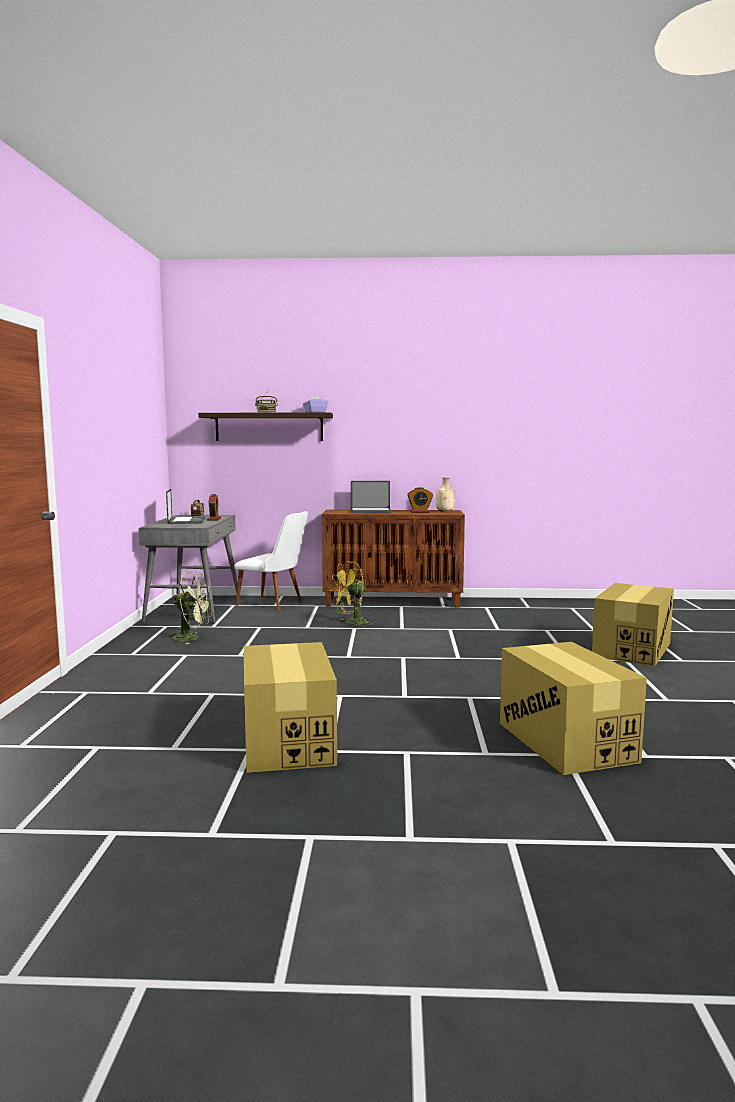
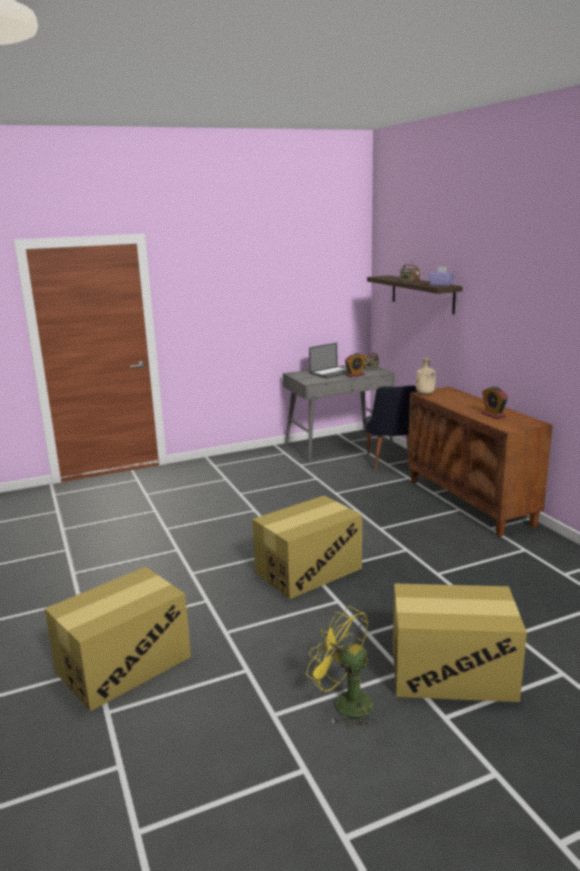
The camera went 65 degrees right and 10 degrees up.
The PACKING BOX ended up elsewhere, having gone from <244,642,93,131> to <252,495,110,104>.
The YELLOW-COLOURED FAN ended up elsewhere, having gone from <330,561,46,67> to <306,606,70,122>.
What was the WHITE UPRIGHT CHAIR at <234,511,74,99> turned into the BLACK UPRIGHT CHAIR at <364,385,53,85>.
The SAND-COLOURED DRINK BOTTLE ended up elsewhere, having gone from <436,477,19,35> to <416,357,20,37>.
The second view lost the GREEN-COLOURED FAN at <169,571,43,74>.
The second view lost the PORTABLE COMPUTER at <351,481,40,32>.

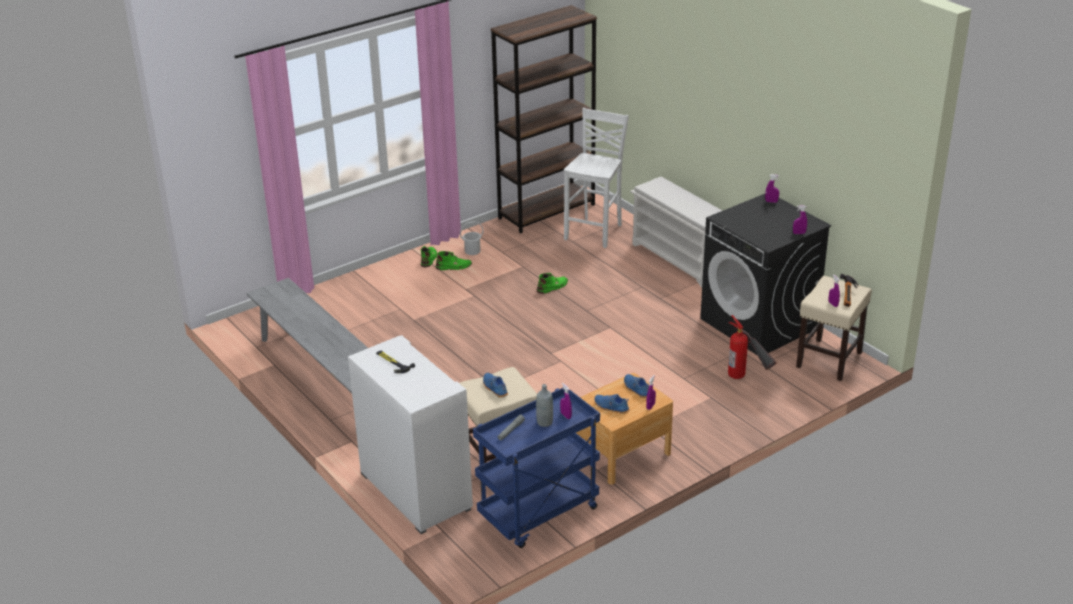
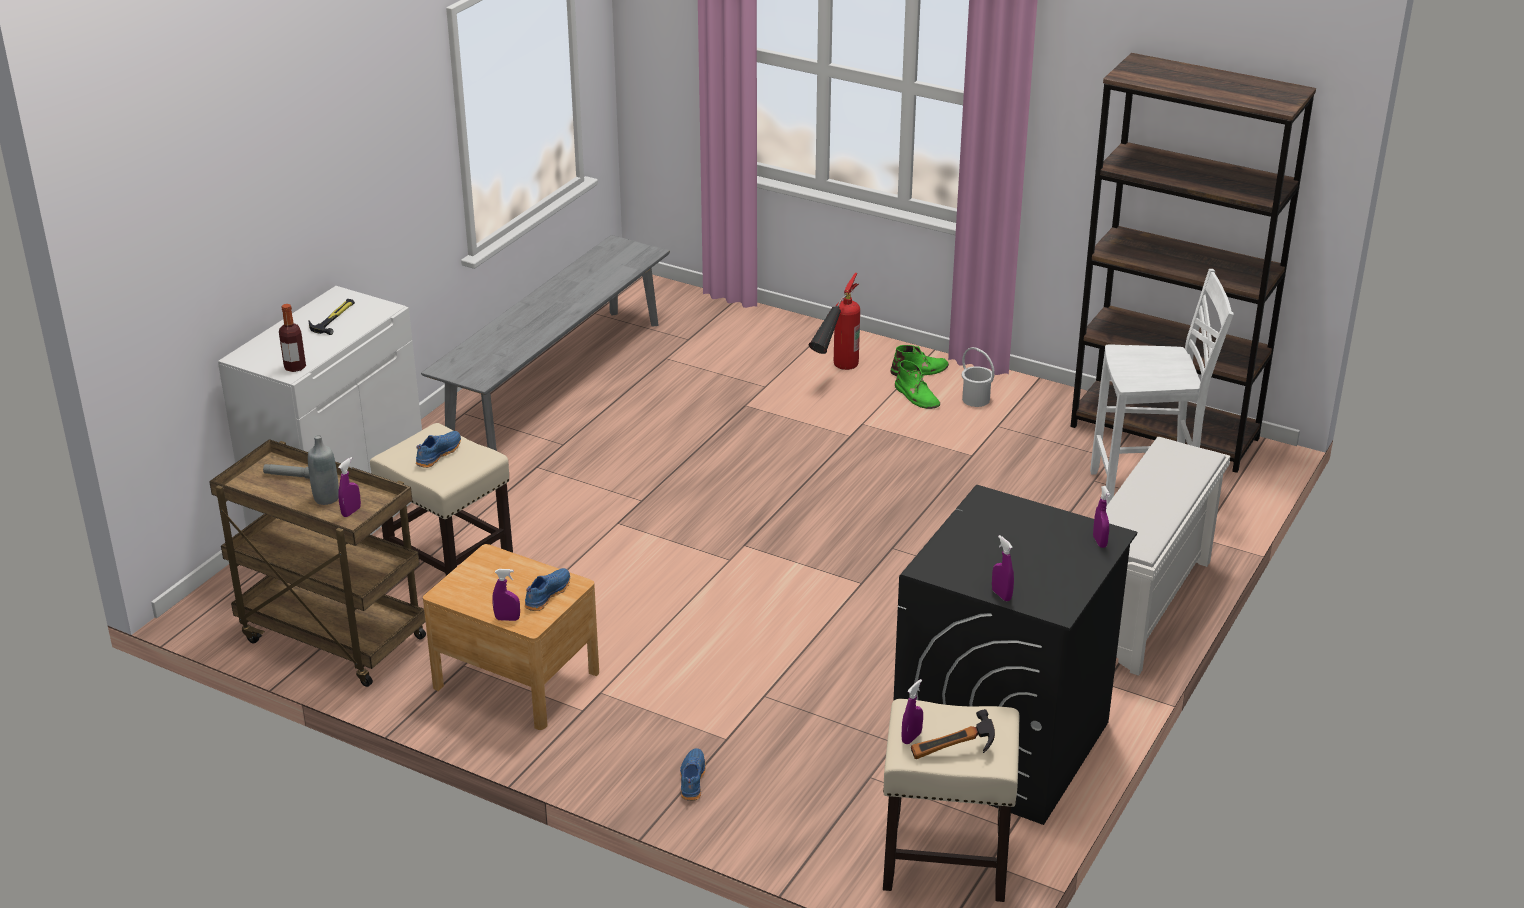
The camera went 65 degrees right and 0 degrees up.
What was the BLUE-COLOURED CART at <473,388,127,160> turned into the BROWN CART at <209,439,217,248>.
The second view gained the DRINK BOTTLE at <279,304,27,68>.
The BLUE-COLOURED LOW SHOE ended up elsewhere, having gone from <594,394,35,20> to <680,748,26,53>.
The FIRE EXTINGUISHER ended up elsewhere, having gone from <728,315,49,64> to <809,273,51,97>.
The second view lost the GREEN-COLOURED BOOT at <537,273,31,21>.

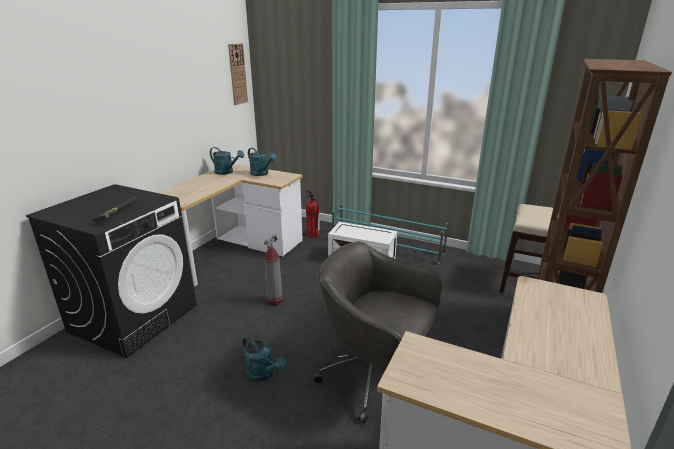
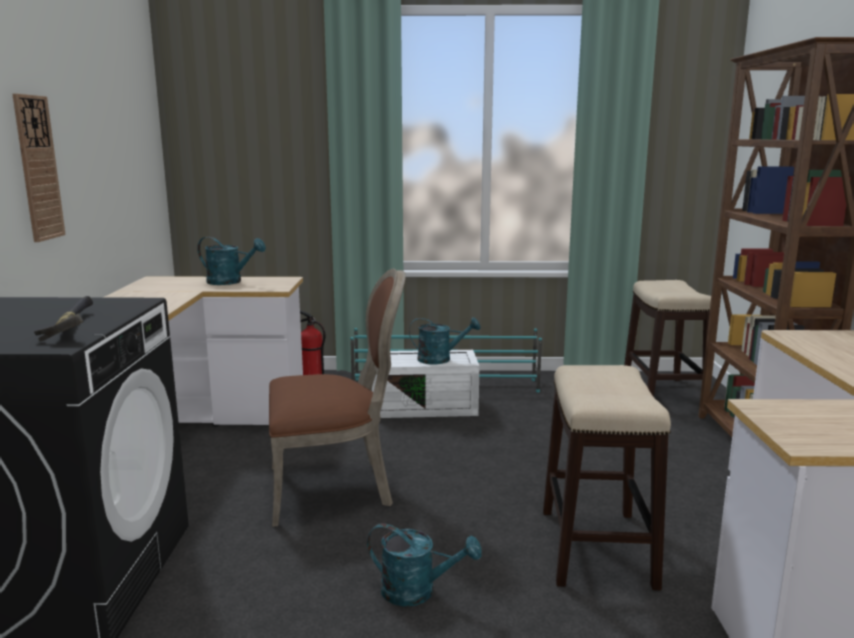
The camera went 25 degrees left and 10 degrees down.
The CLOCK ON THE WALL ended up elsewhere, having gone from <228,43,20,62> to <12,94,54,148>.
Where the FIRE EXTINGUISHER stood at <264,234,19,72>, the BROWN UPRIGHT CHAIR came to stand at <269,269,137,258>.
The TURQUOISE-COLOURED WATERING CAN ended up elsewhere, having gone from <210,147,34,28> to <409,317,71,47>.
Where the GREY DESK CHAIR stood at <313,242,129,182>, the SITTING STOOL came to stand at <543,365,128,226>.

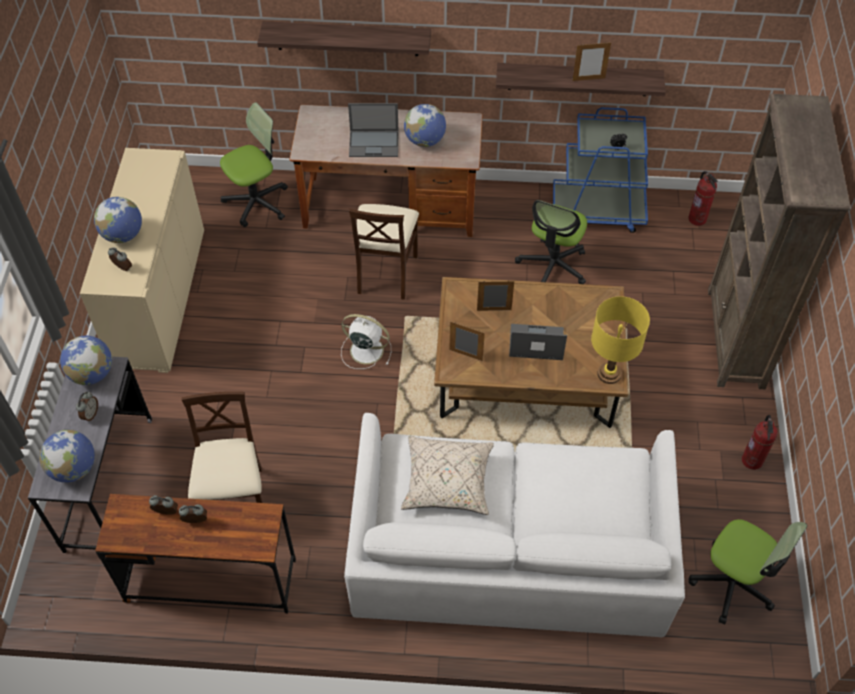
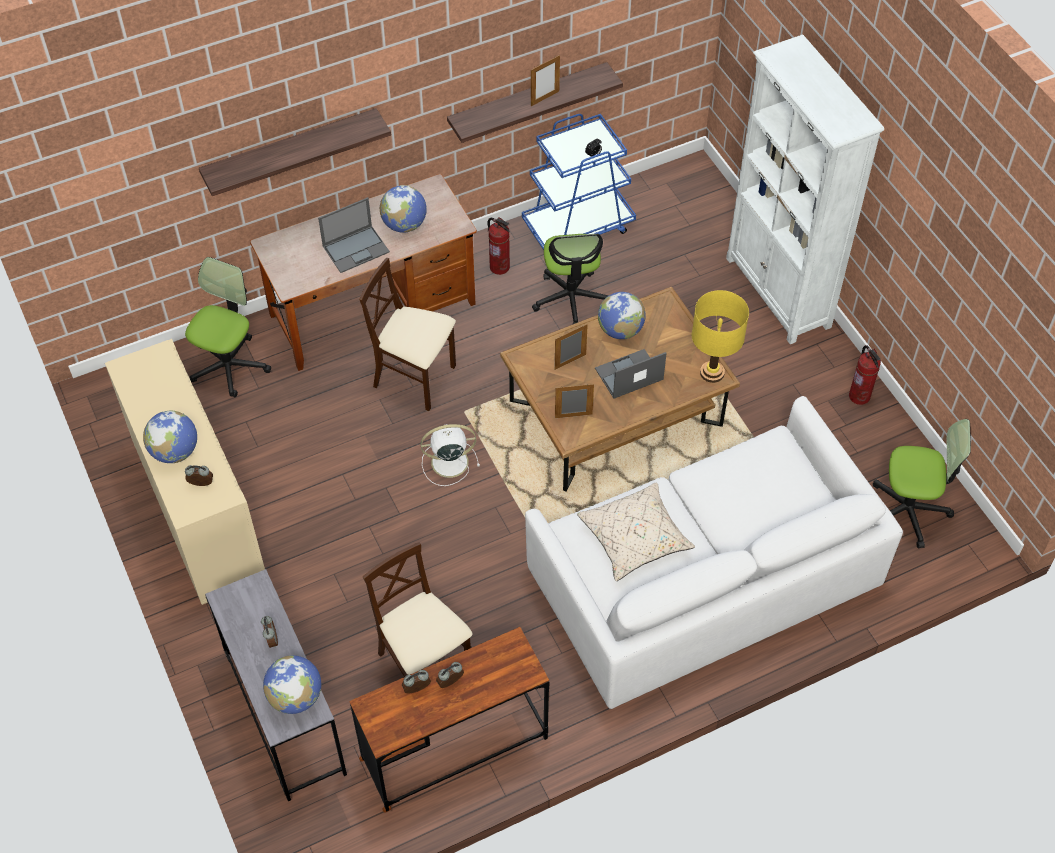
The camera went 30 degrees left and 0 degrees up.
The SAND-COLOURED UPRIGHT CHAIR at <349,204,70,96> ended up facing another way, 135 degrees clockwise from before.
The FIRE EXTINGUISHER ended up elsewhere, having gone from <688,171,30,55> to <487,217,23,58>.
The DESK GLOBE ended up elsewhere, having gone from <60,336,52,49> to <598,292,48,47>.
What was the BROWN BOOKCASE at <708,94,143,295> turned into the WHITE BOOKCASE at <726,34,158,310>.

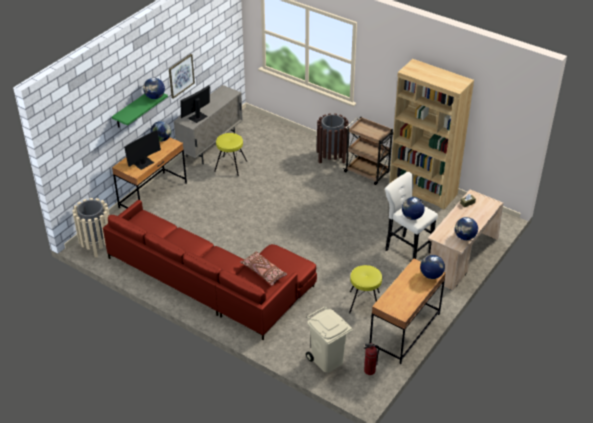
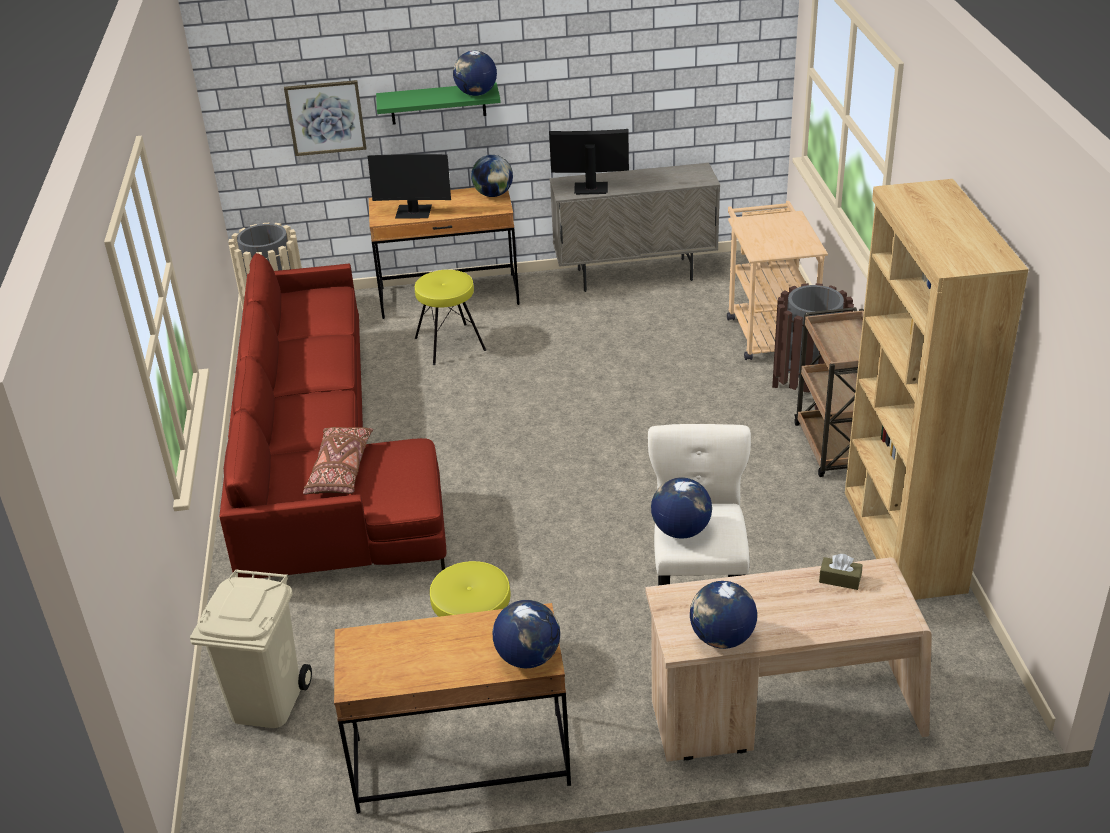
The camera went 50 degrees right and 5 degrees down.
The WALL ART ended up elsewhere, having gone from <169,54,26,45> to <284,80,82,76>.
The YELLOW-COLOURED SITTING STOOL ended up elsewhere, having gone from <214,133,33,44> to <415,270,71,95>.
The second view gained the SAND-COLOURED CART at <727,201,101,159>.
The second view lost the FIRE EXTINGUISHER at <364,343,16,32>.

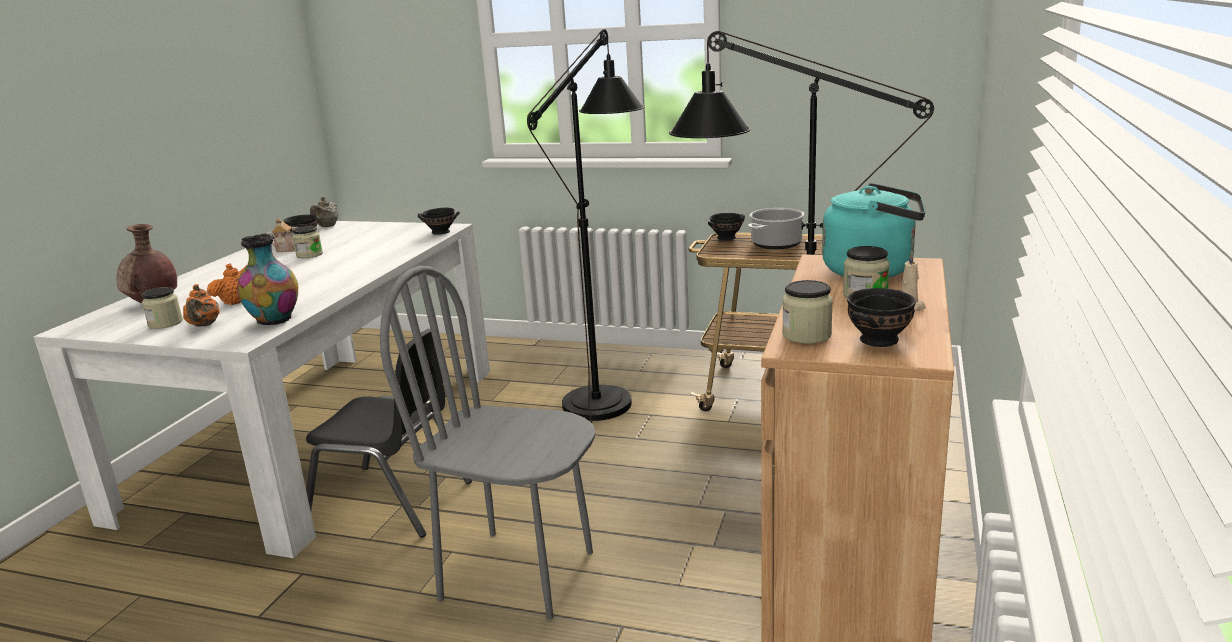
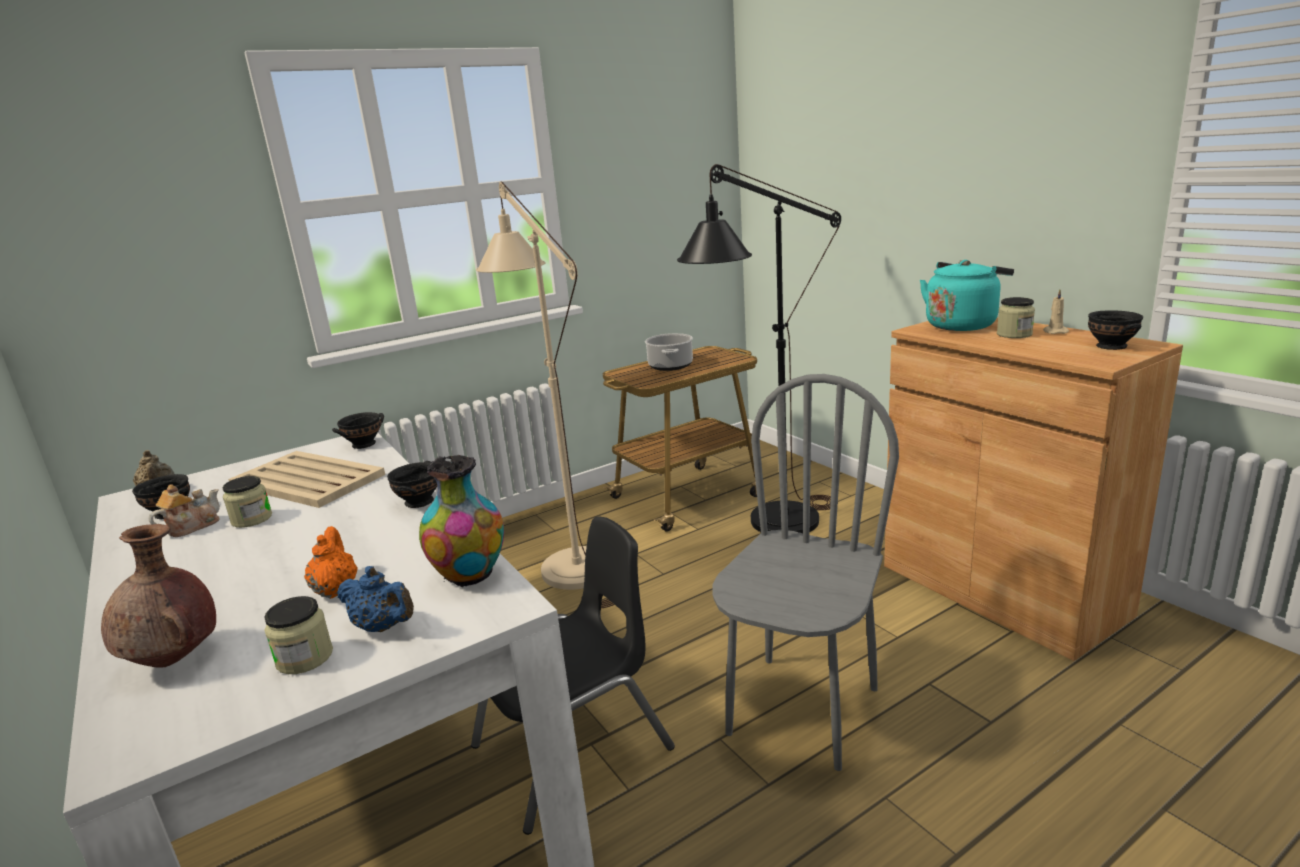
The camera went 50 degrees left and 0 degrees up.
The second view gained the SAND-COLOURED TRAY at <228,451,157,57>.
What was the ORANGEY POT FOR TEA at <183,284,37,43> turned into the BLUE-COLOURED POT FOR TEA at <337,566,77,66>.
The BLACK DEEP DISH ended up elsewhere, having gone from <708,213,37,27> to <387,461,50,47>.
What was the BLACK FLOOR LAMP at <527,29,117,394> turned into the SAND-COLOURED FLOOR LAMP at <476,181,139,427>.
The GREY UPRIGHT CHAIR at <380,266,216,354> ended up facing another way, 150 degrees clockwise from before.
The second view lost the JAR at <782,280,51,64>.

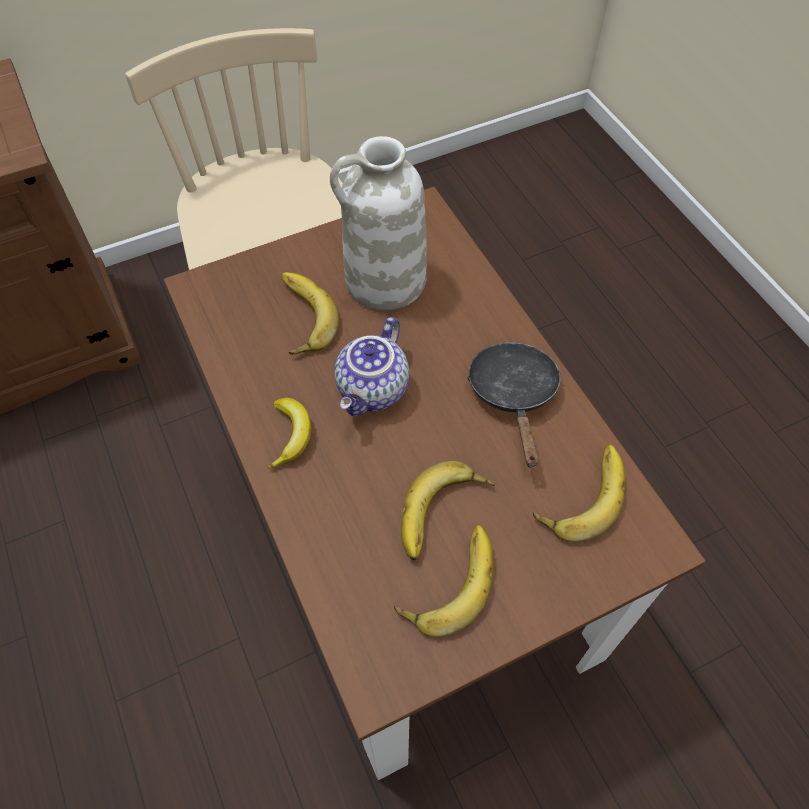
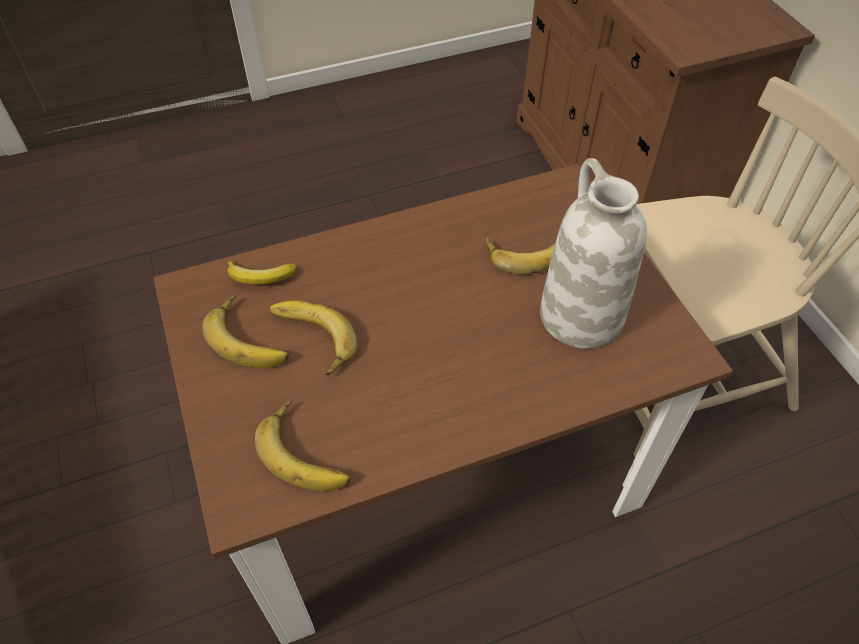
The camera went 95 degrees right and 5 degrees down.
The WHOLE BANANA ended up elsewhere, having gone from <268,398,43,71> to <227,260,69,24>.
The second view lost the POT FOR TEA at <335,317,74,99>.
The second view lost the BLACK FRYING PAN at <467,342,94,126>.

